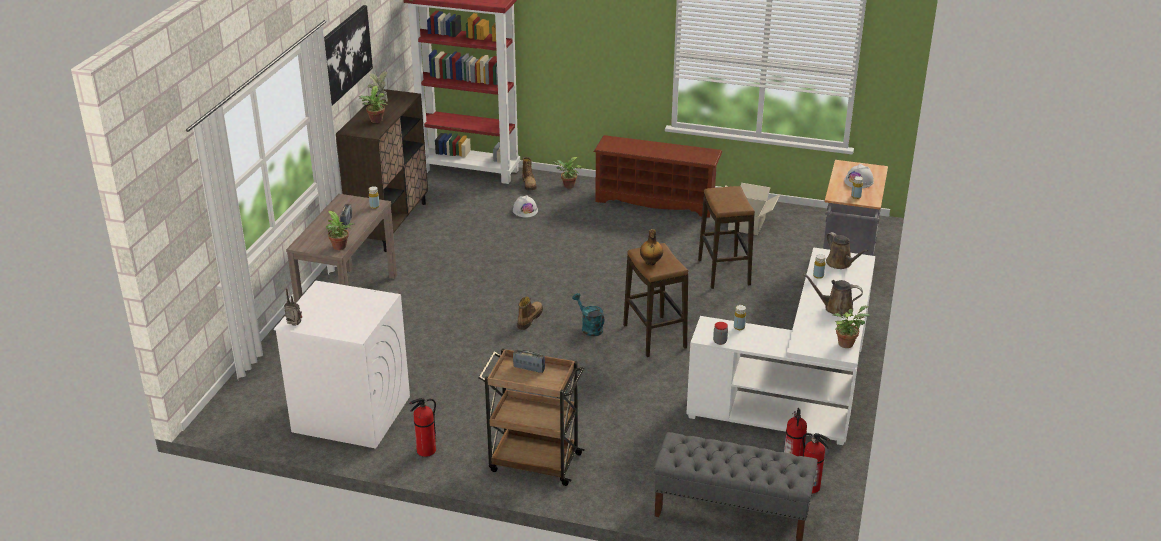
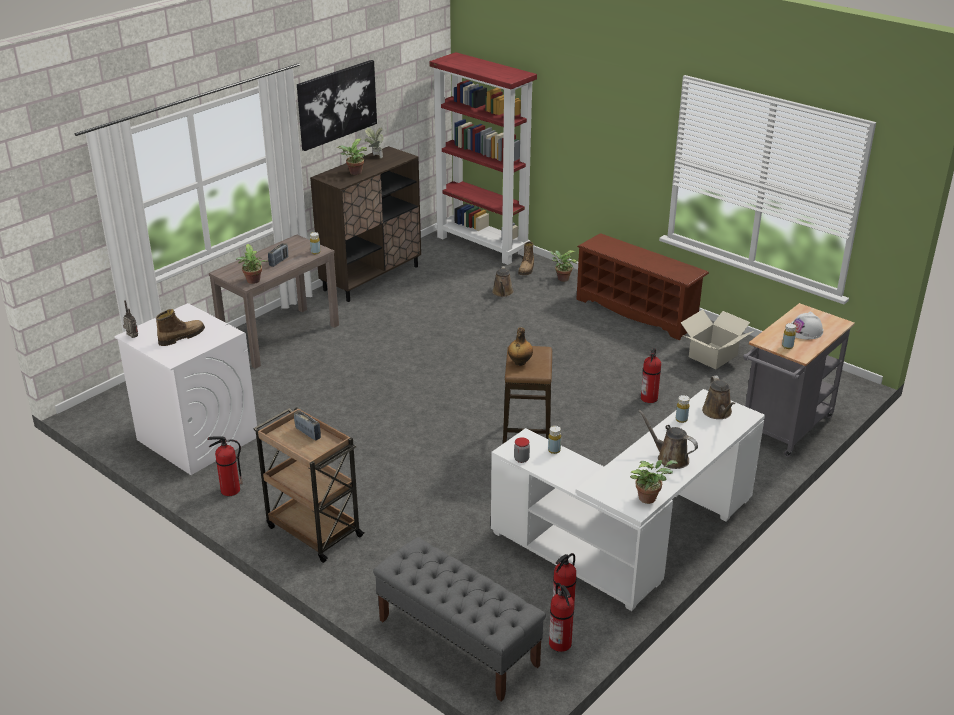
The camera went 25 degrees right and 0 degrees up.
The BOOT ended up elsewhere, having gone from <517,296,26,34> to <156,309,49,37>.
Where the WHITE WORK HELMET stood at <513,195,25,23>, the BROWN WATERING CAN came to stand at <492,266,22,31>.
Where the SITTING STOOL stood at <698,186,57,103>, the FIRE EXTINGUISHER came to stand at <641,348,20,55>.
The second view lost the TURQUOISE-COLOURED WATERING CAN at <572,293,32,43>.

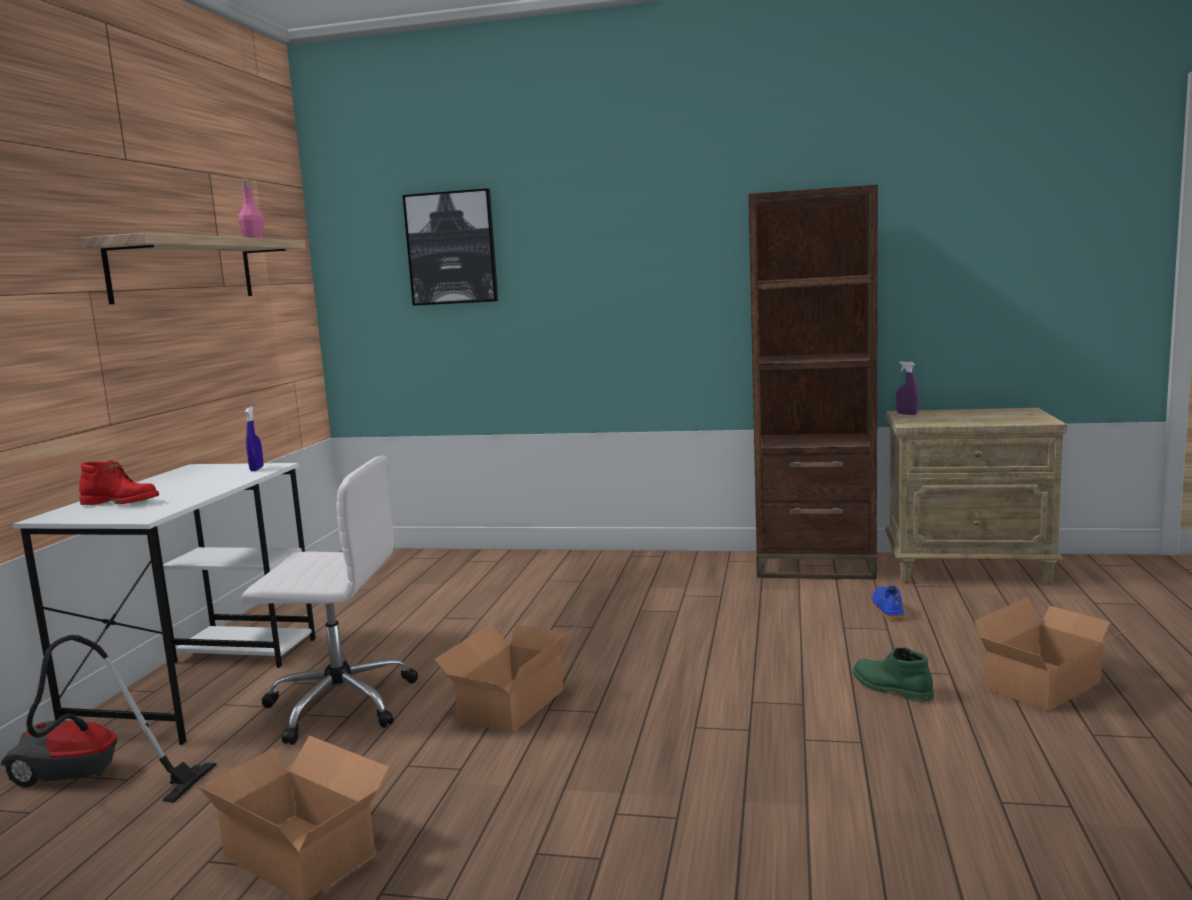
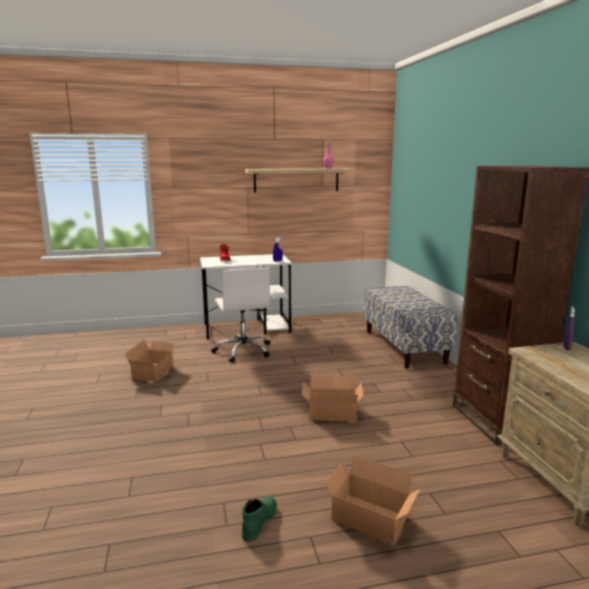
The camera went 65 degrees right and 5 degrees up.
The GREEN-COLOURED BOOT ended up elsewhere, having gone from <853,647,81,55> to <242,496,35,46>.
The PACKING BOX ended up elsewhere, having gone from <434,624,136,109> to <302,375,62,46>.
The second view gained the INDOOR BENCH at <364,286,93,83>.
The second view lost the HOOVER at <1,635,216,168>.
The second view lost the WALL ART at <403,188,95,118>.
The second view lost the BLUE-COLOURED LOW SHOE at <872,585,33,34>.

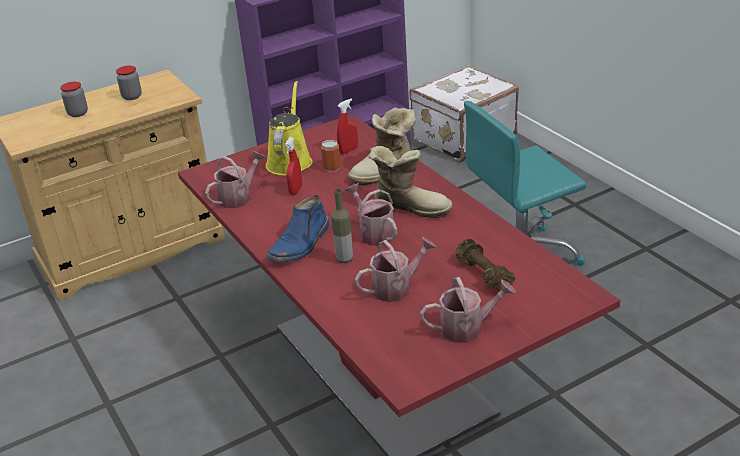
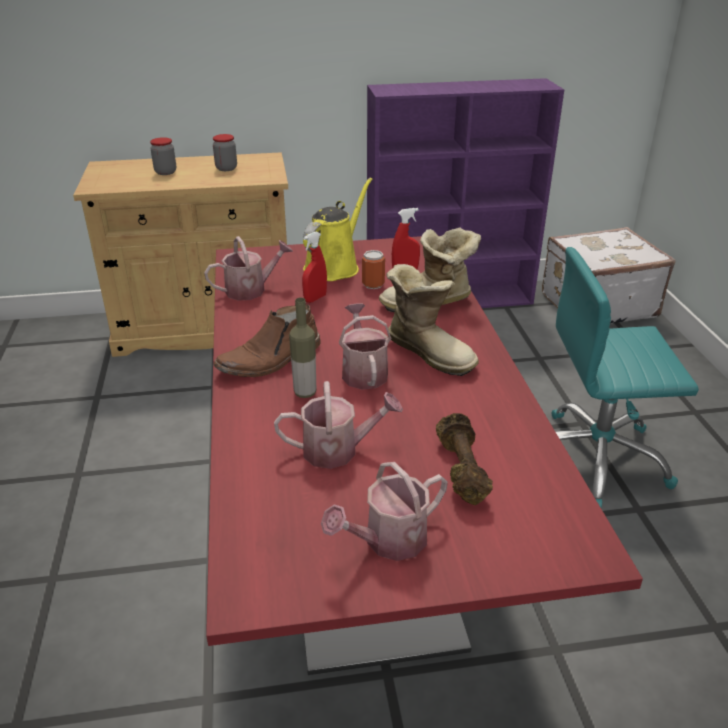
The camera went 20 degrees right and 0 degrees up.
What was the BLUE-COLOURED BOOT at <266,195,63,67> turned into the BROWN BOOT at <214,304,107,73>.
The WATERING CAN at <420,277,95,66> ended up facing another way, 135 degrees clockwise from before.

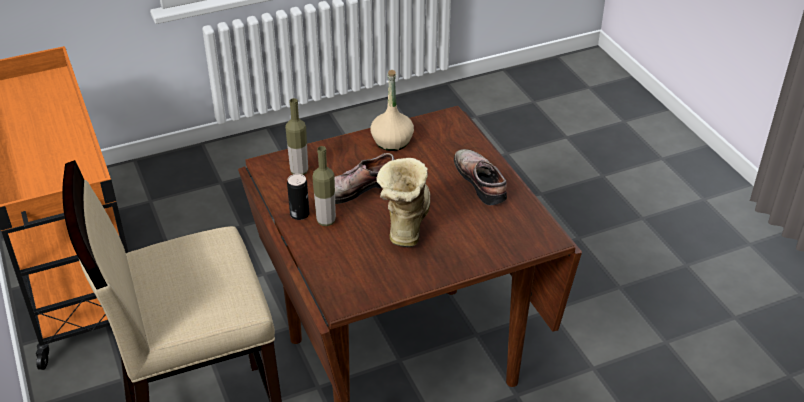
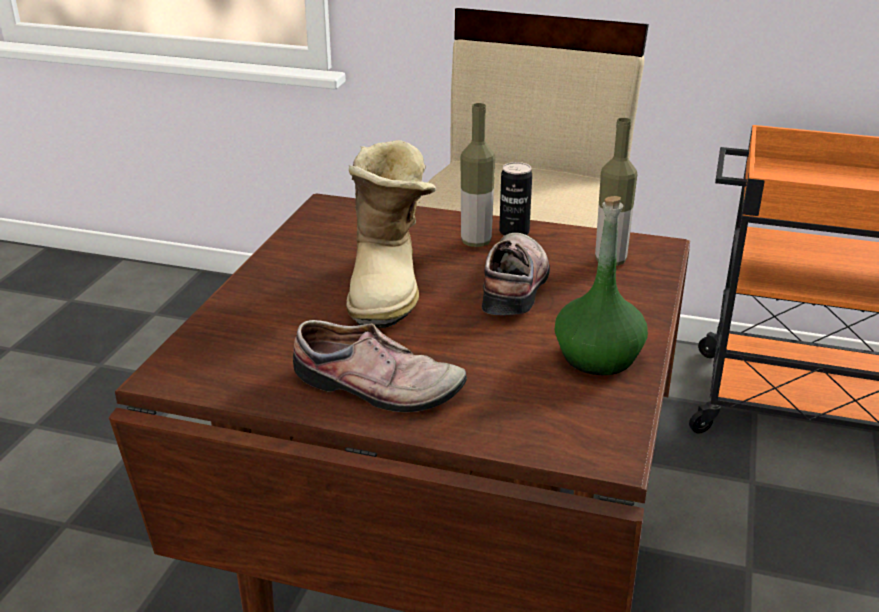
The camera went 130 degrees right and 10 degrees down.
The BOOT at <377,158,53,90> ended up facing another way, 45 degrees clockwise from before.
What was the SAND-COLOURED DRINK BOTTLE at <371,70,43,81> turned into the GREEN-COLOURED DRINK BOTTLE at <555,196,93,179>.

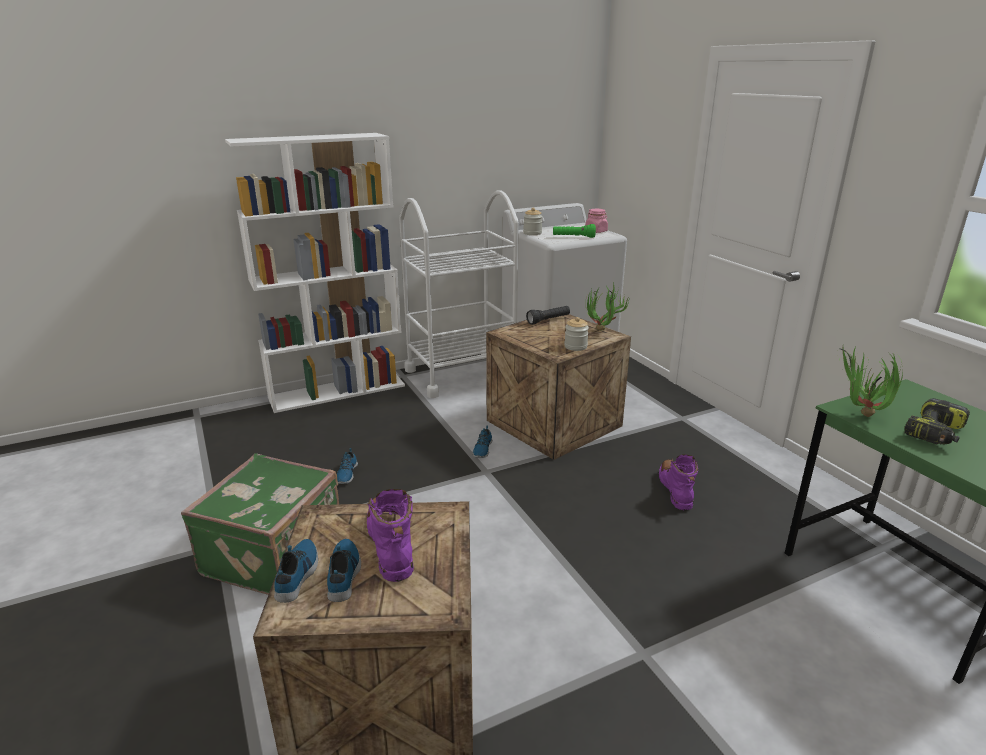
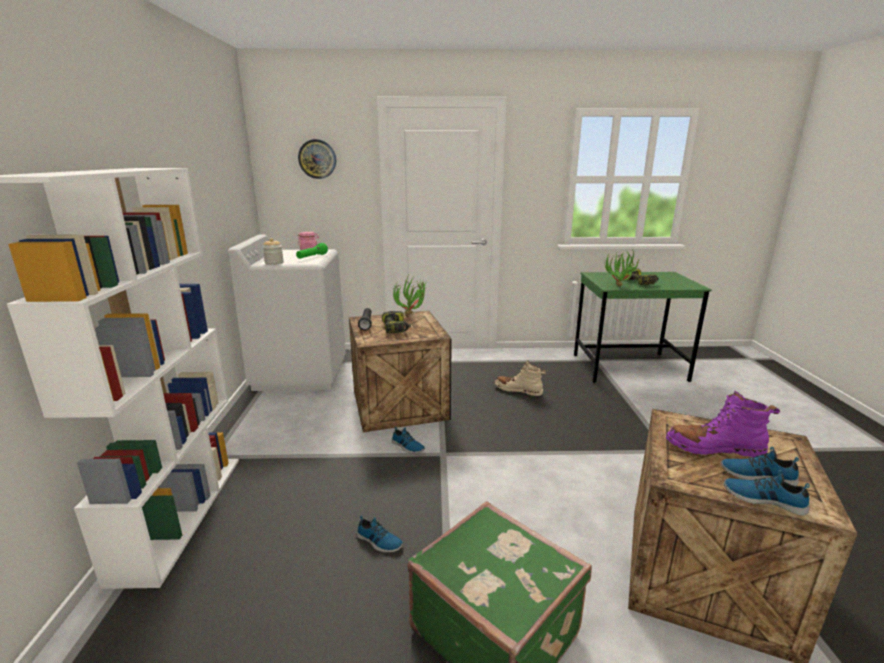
The camera went 65 degrees left and 5 degrees down.
The second view gained the CLOCK ON THE WALL at <298,139,38,40>.
The second view gained the DRILL at <382,311,29,23>.
What was the PURPLE BOOT at <659,455,39,56> turned into the SAND-COLOURED BOOT at <495,361,51,35>.
The second view lost the WHITE CART at <399,190,120,208>.
The second view lost the JAR at <564,317,25,34>.

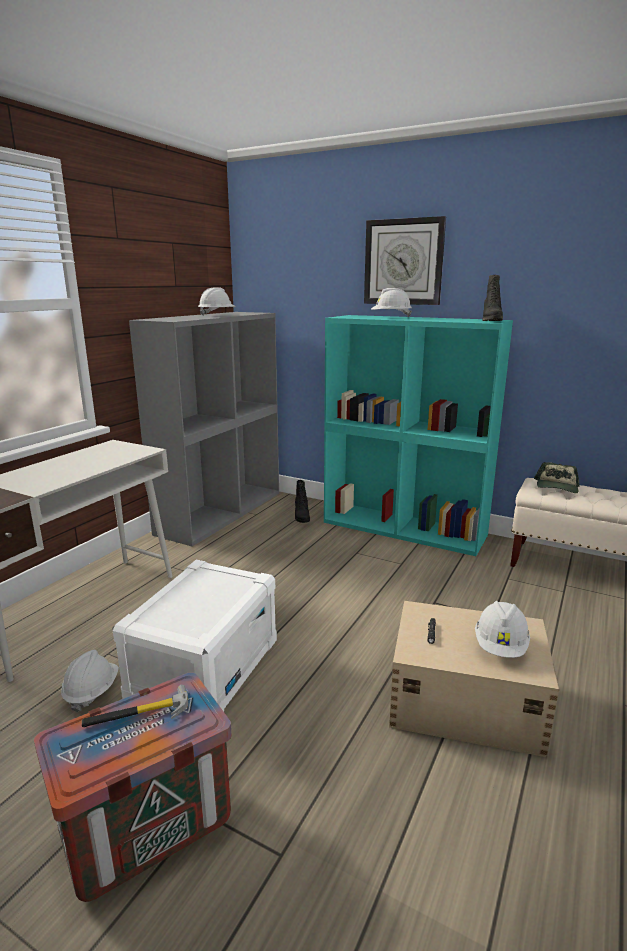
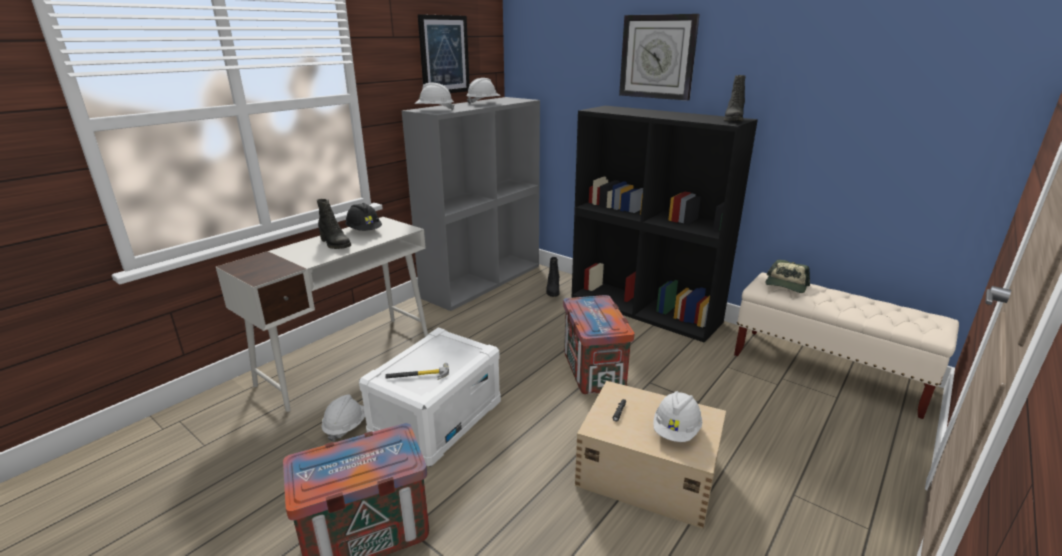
The camera went 10 degrees right and 5 degrees up.
The second view gained the BLACK BOOT at <317,199,34,50>.
The second view gained the BLACK WORK HELMET at <345,203,37,28>.
The TOOL HAMMER ended up elsewhere, having gone from <82,685,106,42> to <385,362,64,18>.
The WHITE WORK HELMET ended up elsewhere, having gone from <371,288,41,29> to <414,83,40,27>.
The second view gained the WALL ART at <418,14,52,79>.
The second view gained the CRATE at <563,295,72,99>.
What was the TURQUOISE-COLOURED BOOKCASE at <324,315,189,241> turned into the BLACK BOOKCASE at <572,106,186,237>.

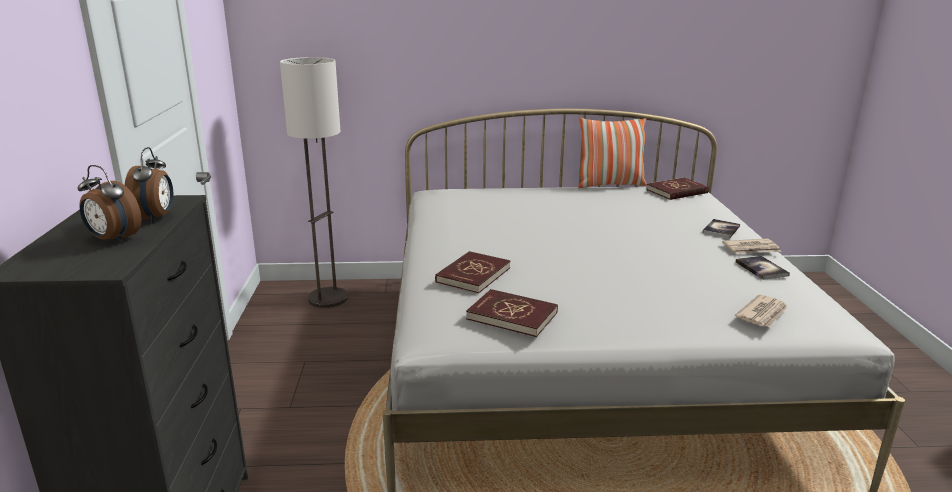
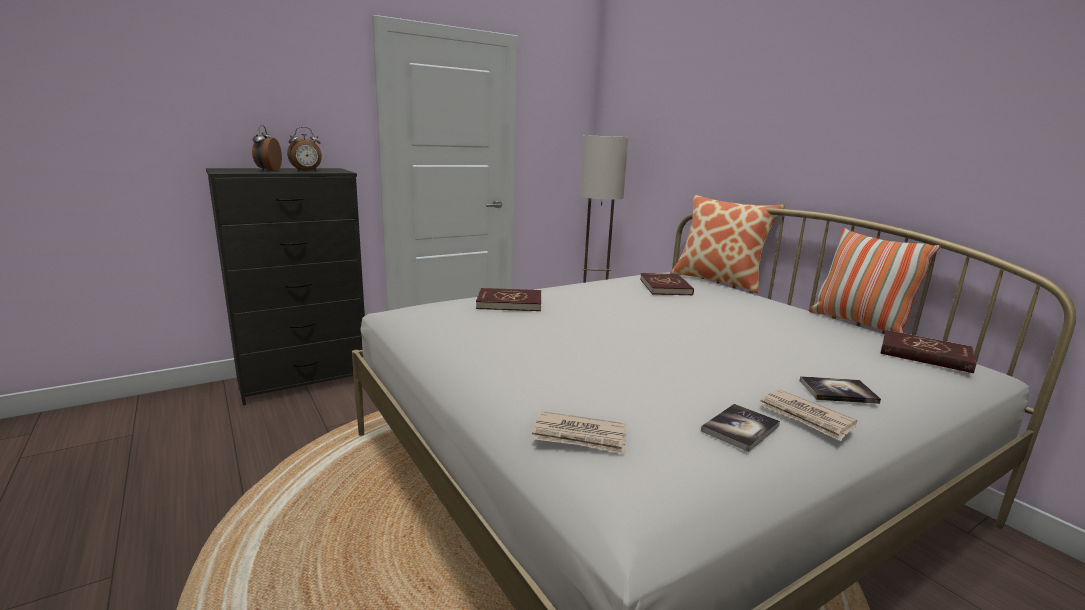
The camera went 60 degrees right and 5 degrees down.
The RED VOLUME ended up elsewhere, having gone from <466,289,92,48> to <640,273,54,23>.
The second view gained the CUSHION at <670,195,115,98>.

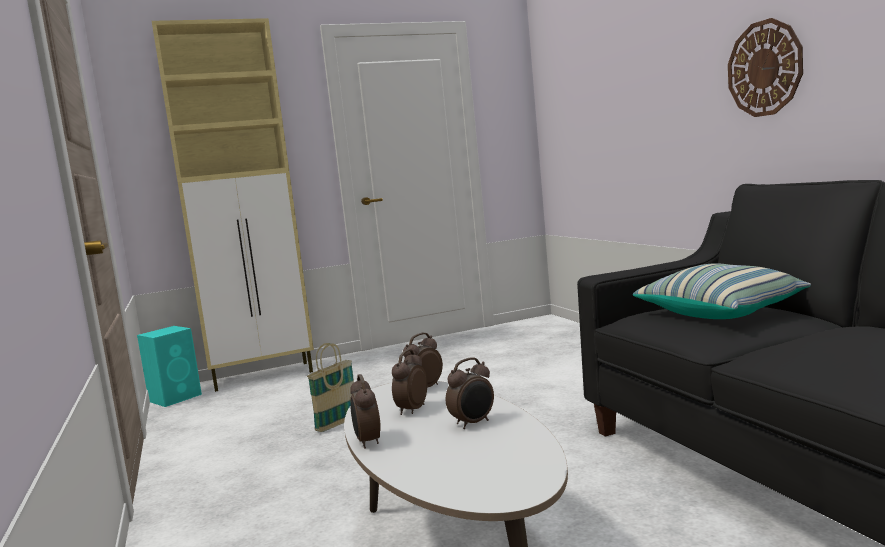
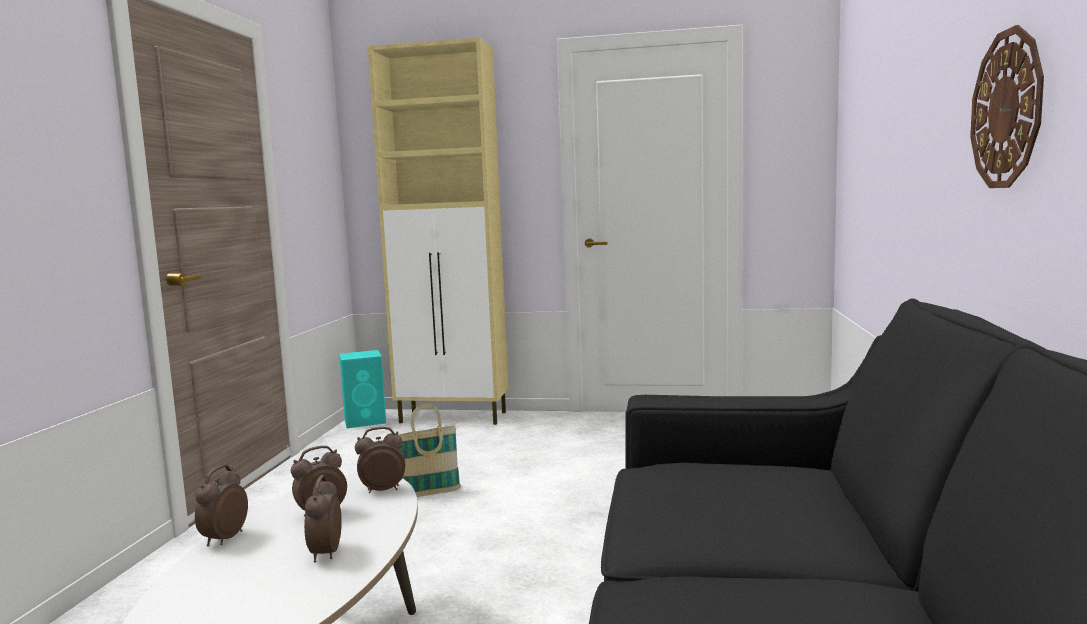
The camera went 30 degrees right and 0 degrees up.
The BEDSIDE CLOCK at <446,357,48,72> ended up facing another way, 90 degrees clockwise from before.
The second view lost the CUSHION at <633,263,178,56>.

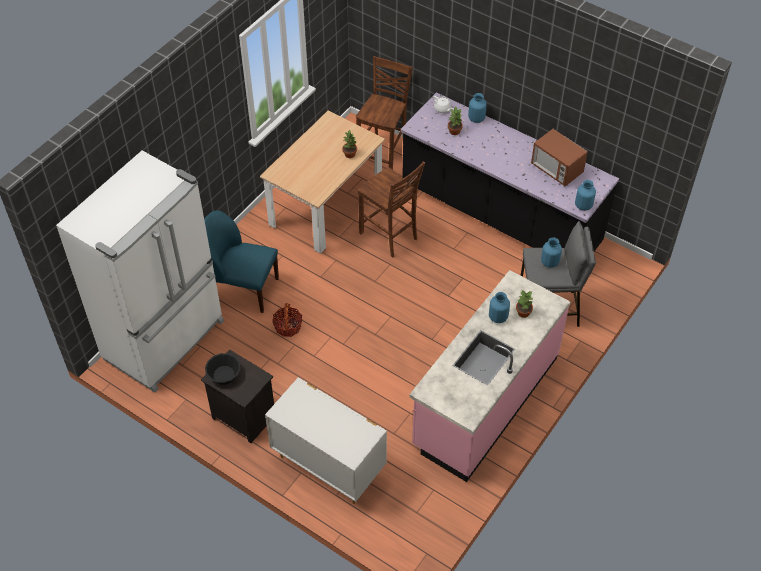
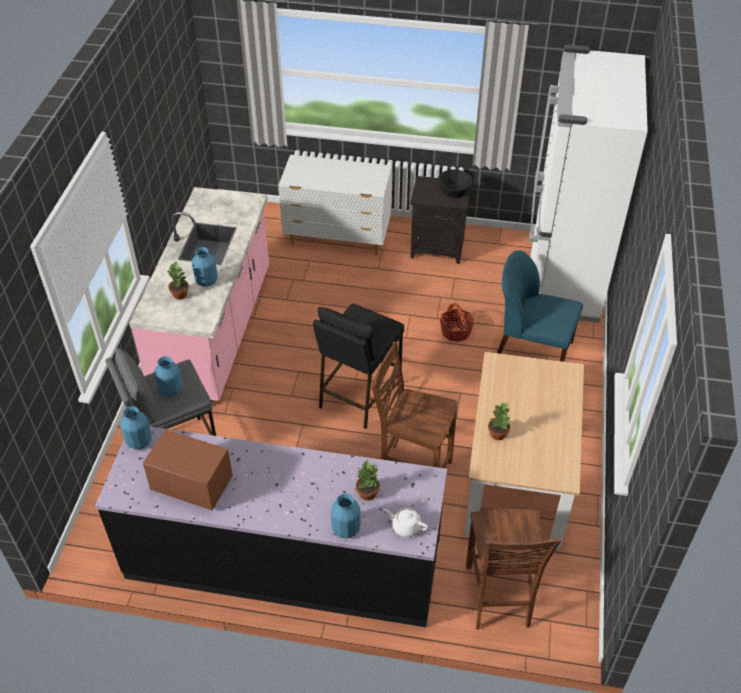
The camera went 155 degrees right and 5 degrees down.
The second view gained the BLACK SITTING STOOL at <313,303,91,126>.
The BLUE-COLOURED UPRIGHT CHAIR at <204,211,75,102> ended up facing another way, 150 degrees counterclockwise from before.

